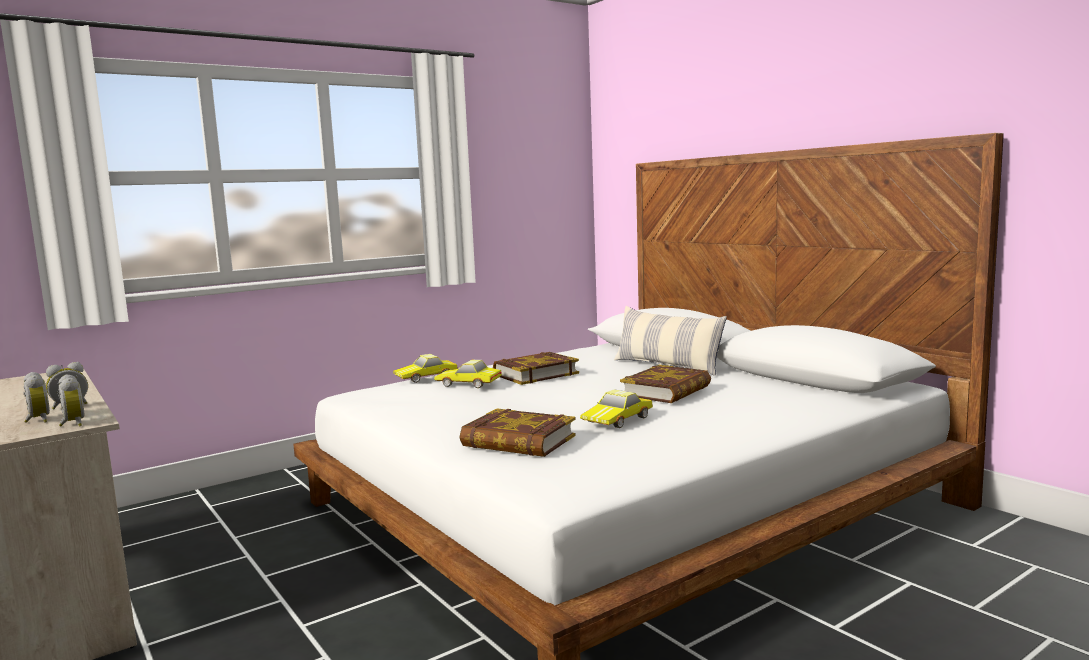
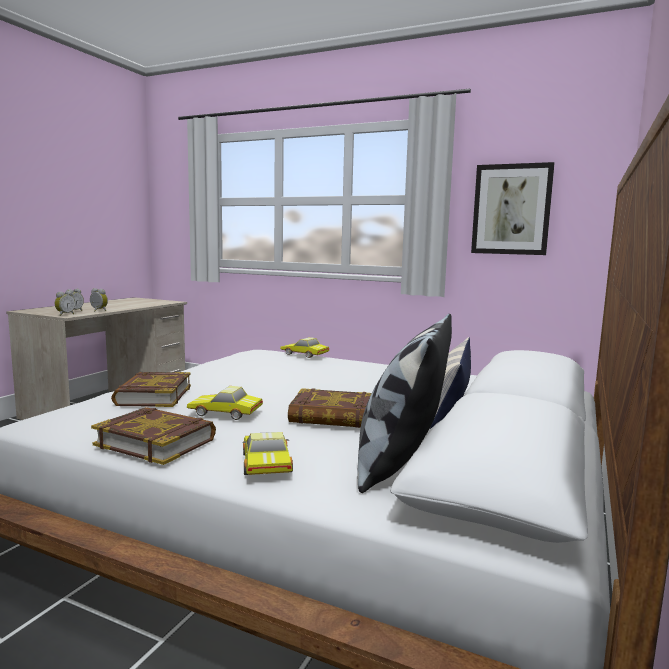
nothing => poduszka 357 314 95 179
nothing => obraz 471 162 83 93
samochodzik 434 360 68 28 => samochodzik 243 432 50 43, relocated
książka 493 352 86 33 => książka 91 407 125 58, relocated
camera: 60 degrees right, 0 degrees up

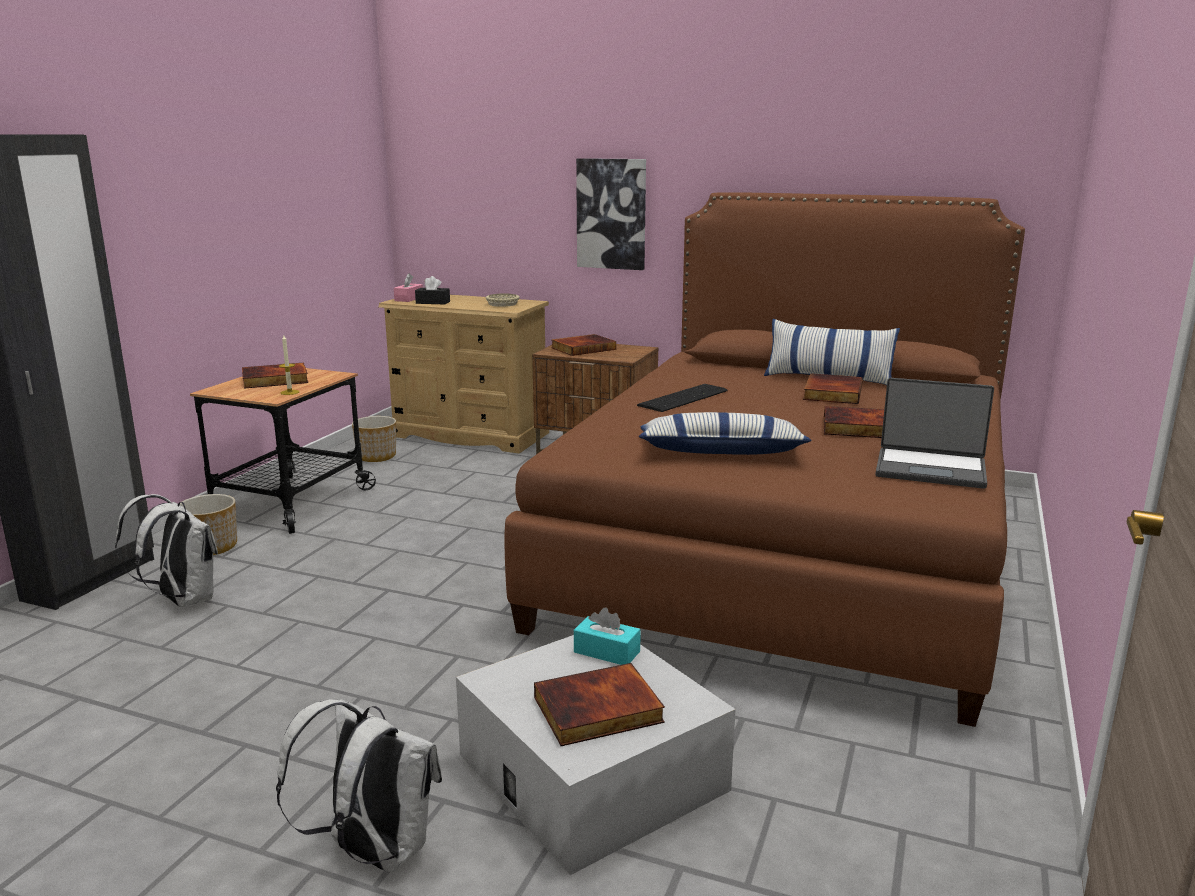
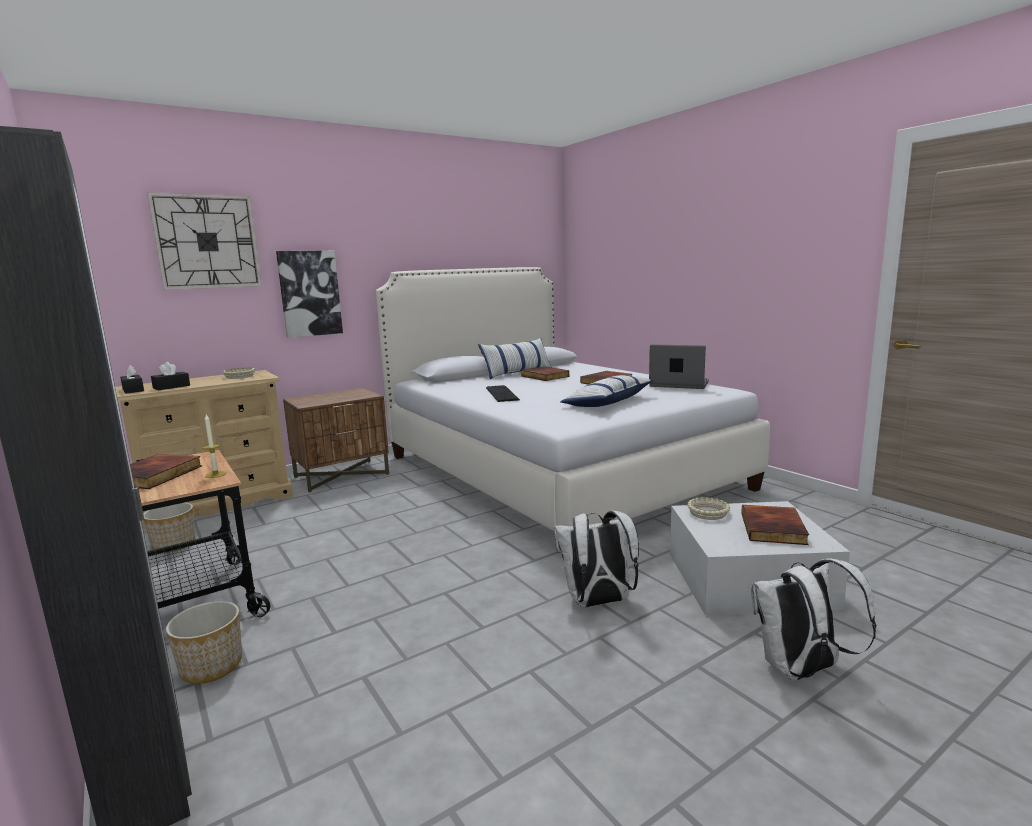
książka 551 334 65 22 => nothing
nothing => zegar ścienny 147 192 115 98
plecak [biały] 115 494 103 113 => plecak [biały] 553 510 86 97, relocated
pudełko chusteczek [turkusowy] 574 608 67 57 => miska [beżowy] 687 497 43 23
pudełko chusteczek [różowy] 394 273 29 29 => pudełko chusteczek [czarny] 120 365 24 29
łóżko [brązowy] 505 192 520 535 => łóżko [biały] 375 267 395 290
laptop 875 378 119 111 => laptop 649 344 60 45, 120 degrees counterclockwise
camera: 55 degrees left, 5 degrees down

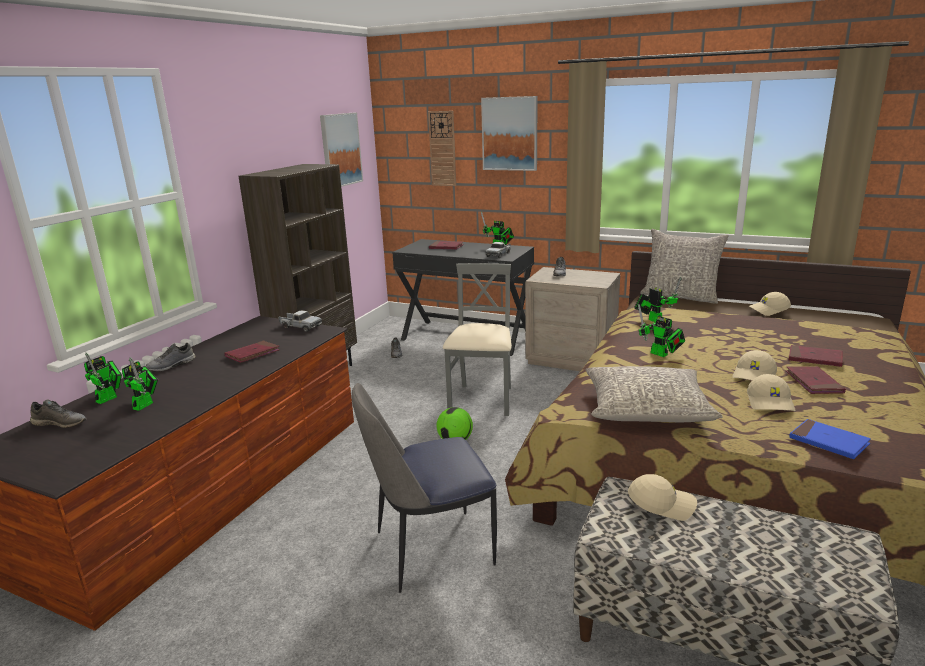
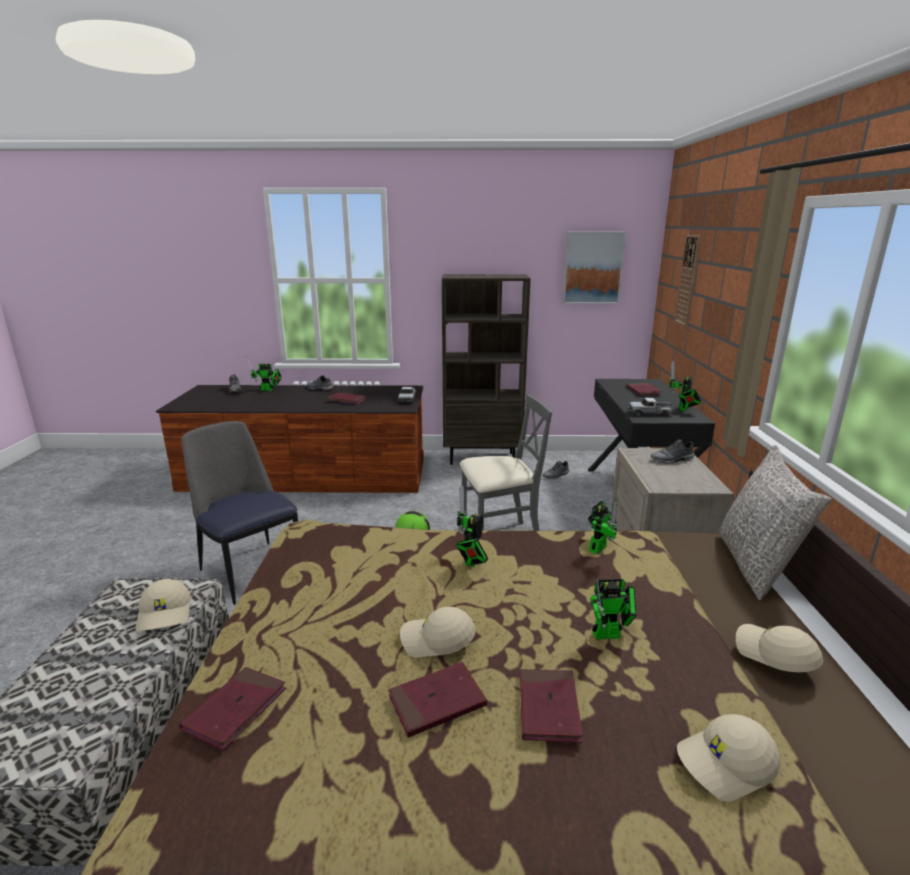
obraz 481 96 57 75 => nothing
poduszka [szary] 585 366 138 56 => nothing
robot zabawkowy 122 358 36 53 => robot zabawkowy 590 579 47 60, relocated
czapka z daszkiem [beżowy] 747 374 49 37 => czapka z daszkiem [beżowy] 677 714 104 88, relocated
książka [niebieski] 789 419 82 40 => książka [czerwony] 179 667 107 83
camera: 65 degrees right, 0 degrees up

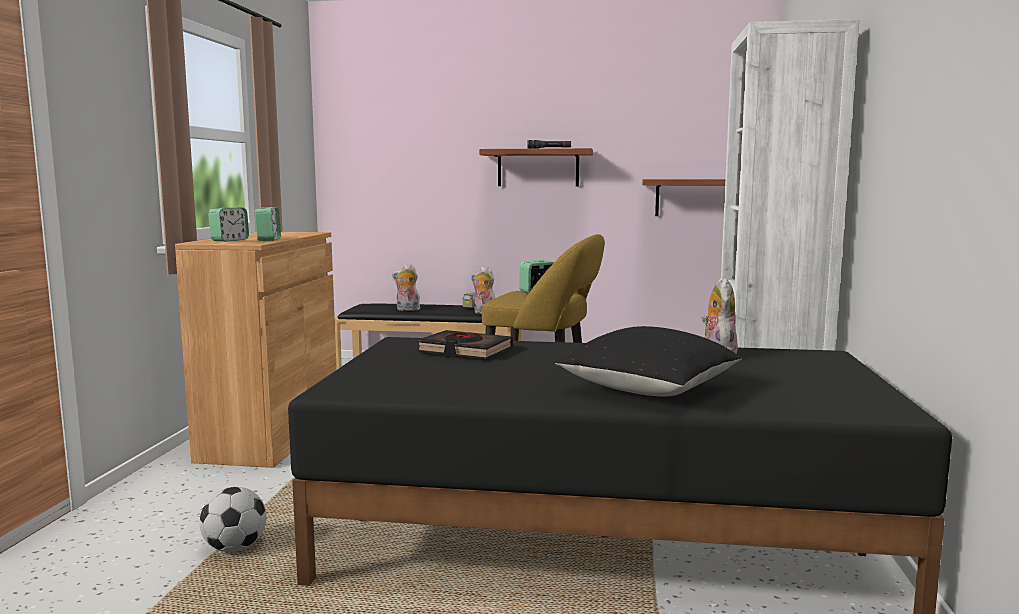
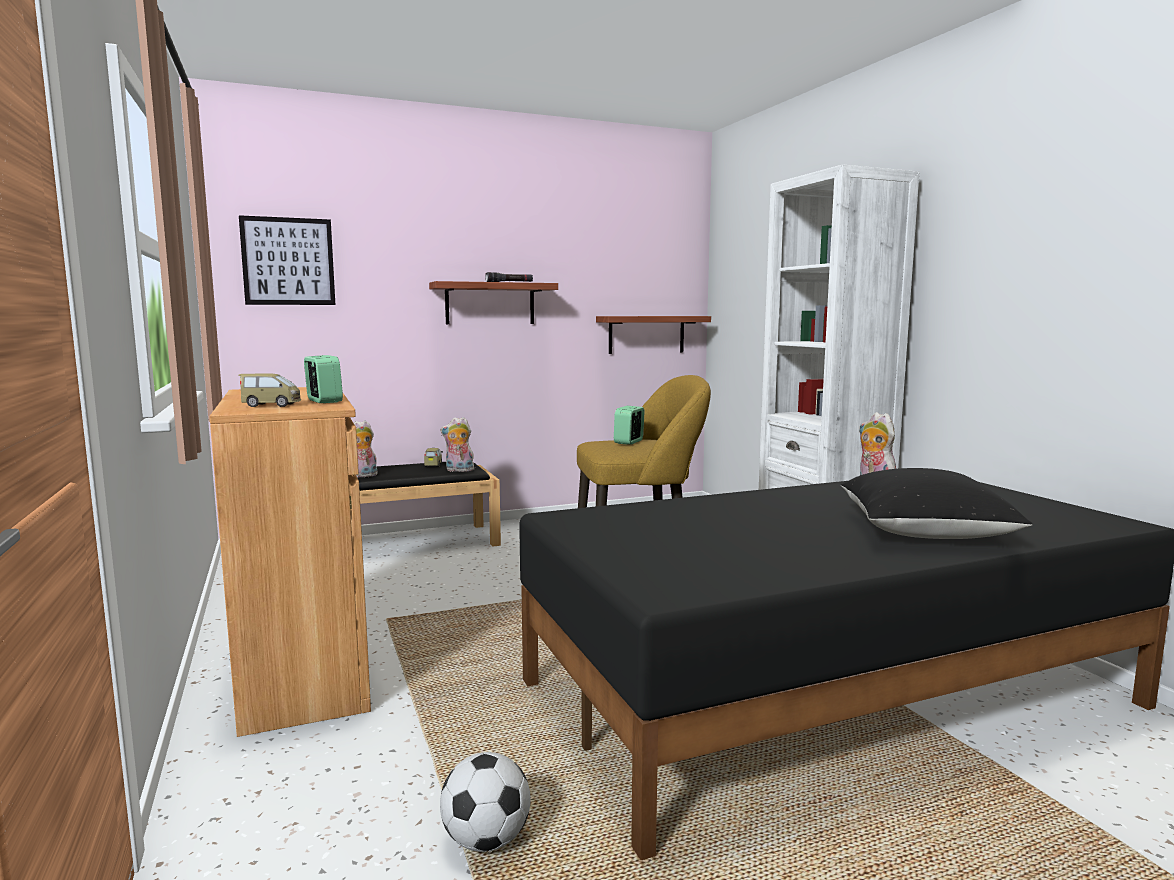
książka [czarny] 417 330 96 29 => nothing
nothing => obraz 239 215 96 90
budzik 208 207 41 35 => samochodzik 238 374 63 33
camera: 30 degrees left, 0 degrees up

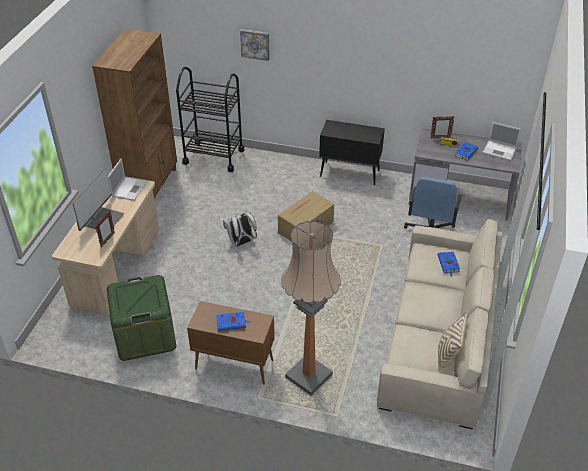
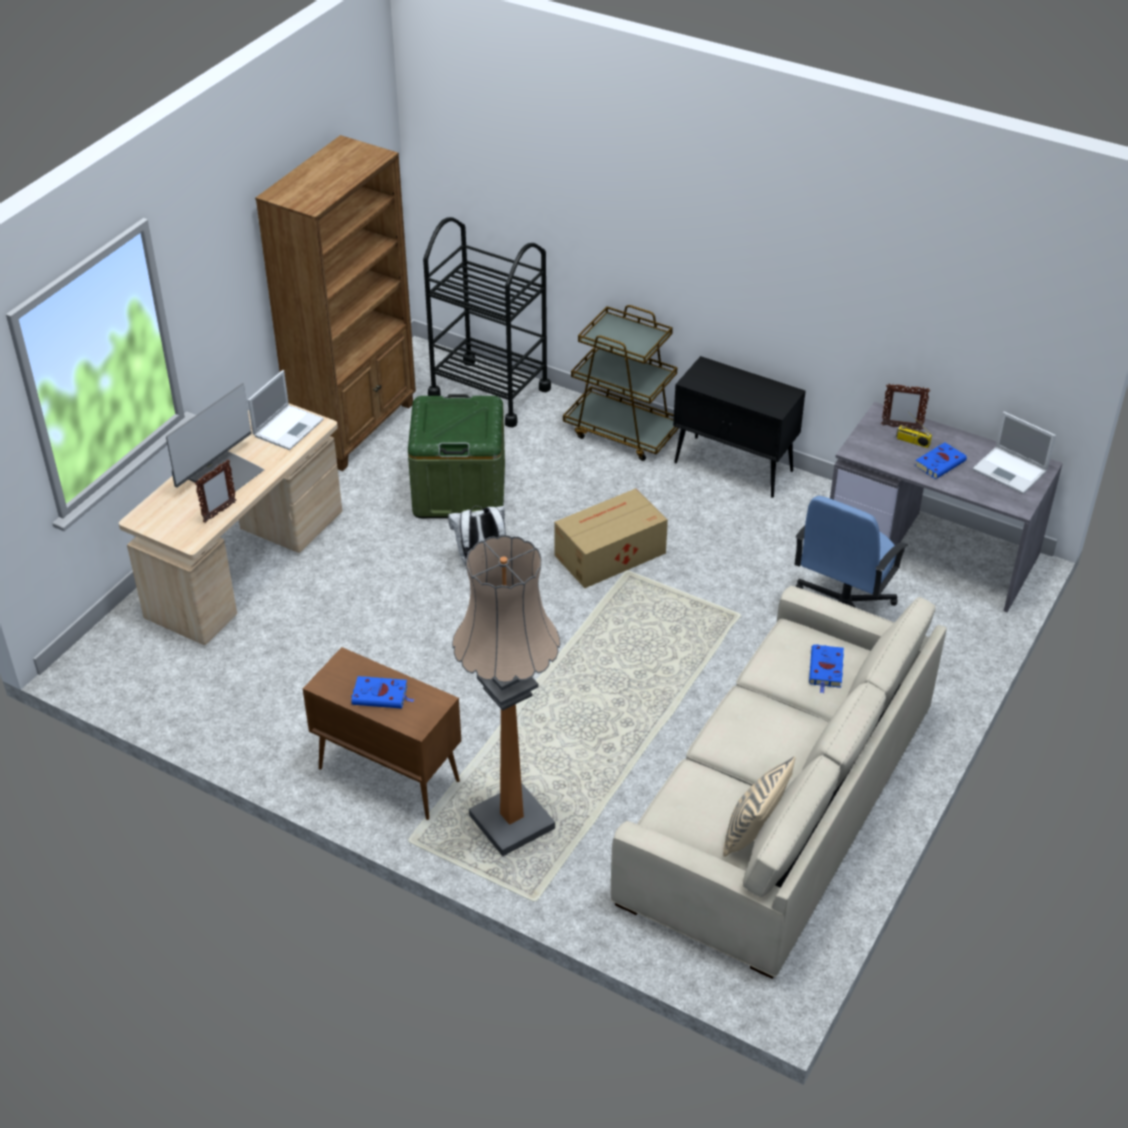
obraz 240 29 30 32 => nothing
nothing => wózek [brązowy] 563 305 116 156
pojemnik do przechowywania [zielony] 107 275 69 86 => pojemnik do przechowywania [zielony] 408 394 97 124, relocated
camera: 15 degrees right, 0 degrees up

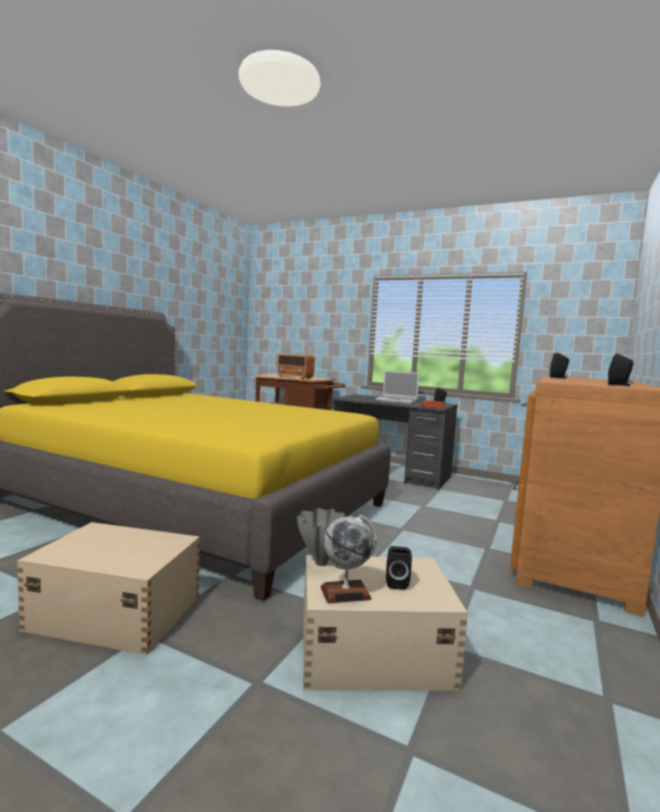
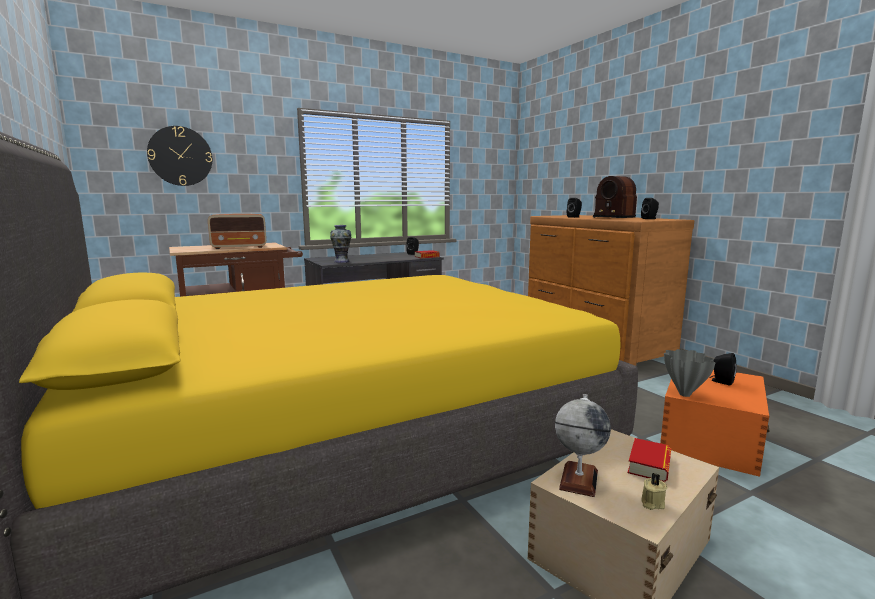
laptop 376 371 43 33 => nothing
nothing => zegar ścienny 147 126 65 60
nothing => wazon 330 225 22 38
nothing => radio 593 176 44 42
nothing => książka 628 438 43 44
nothing => świeca [beżowy] 641 473 26 37
globus 321 515 56 89 => globus 555 394 56 103, relocated
pojemnik do przechowywania [beżowy] 303 555 165 136 => pojemnik do przechowywania [pomarańczowy] 660 369 110 108
camera: 55 degrees left, 5 degrees up

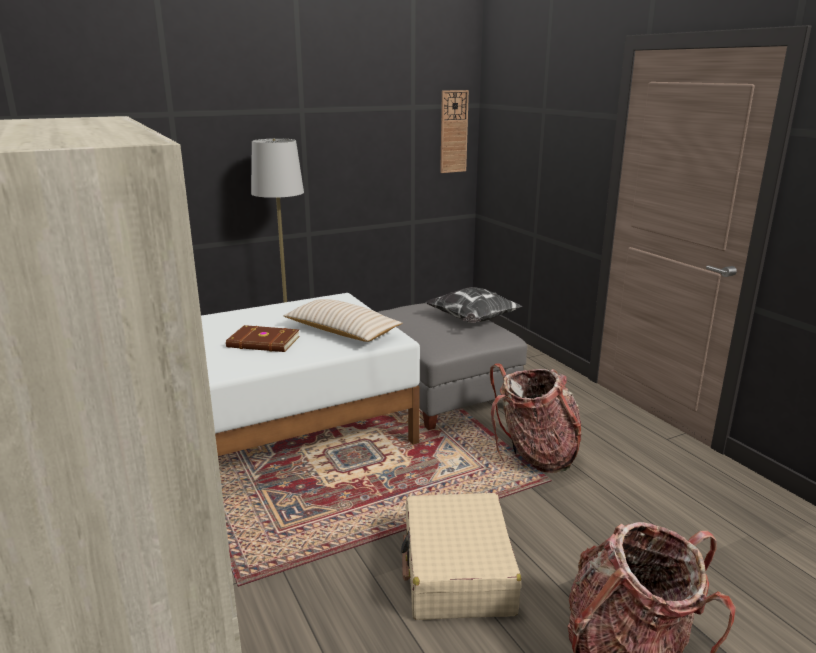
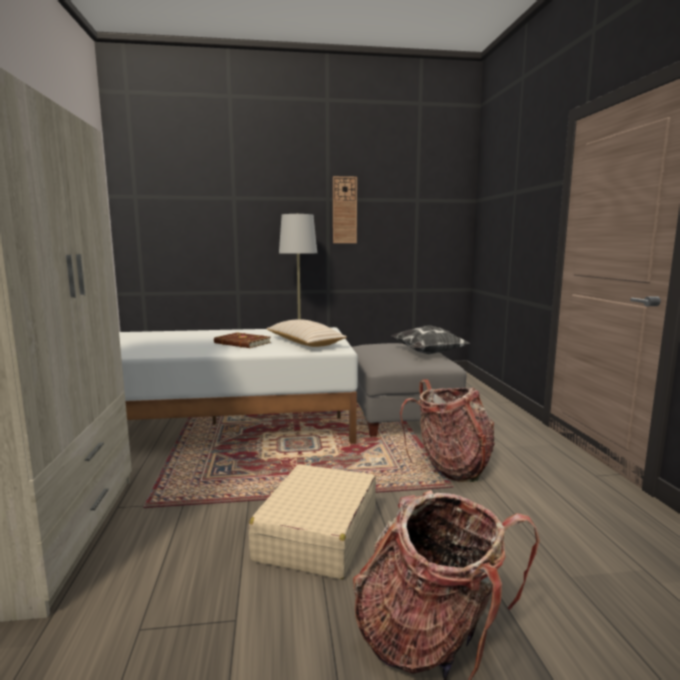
zegar ścienny 440 90 29 83 => zegar ścienny 333 176 24 67, relocated
camera: 20 degrees right, 10 degrees down

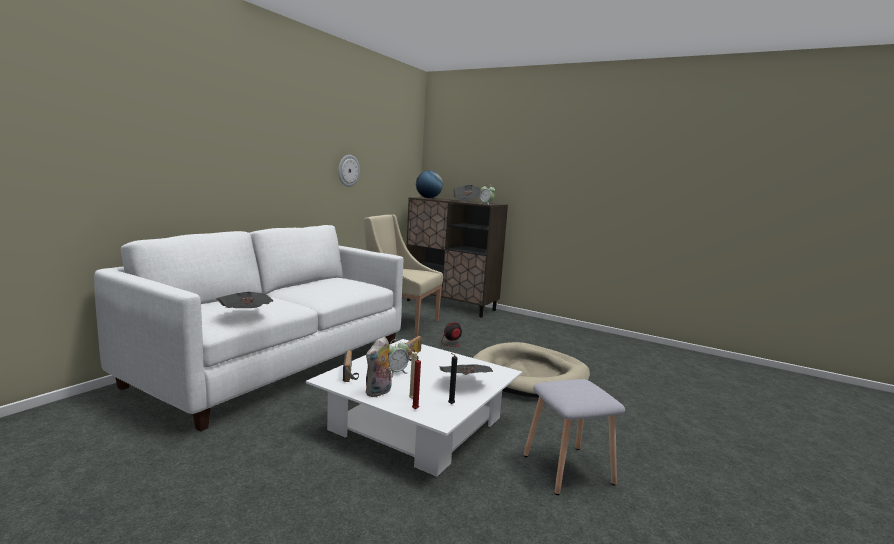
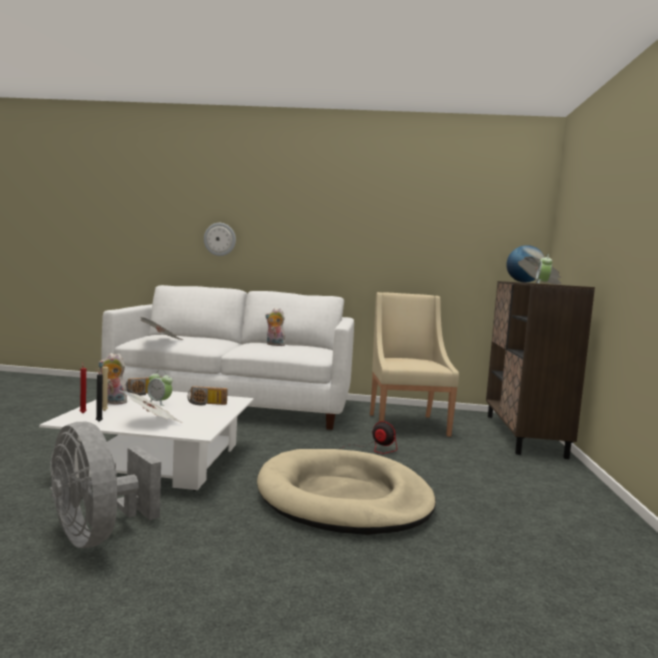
nothing => pluszak 265 308 20 38
zegar ścienny 338 155 22 32 => zegar ścienny 204 223 32 33, relocated
stołek [szary] 524 379 101 116 => wentylator [szary] 50 422 111 126
camera: 65 degrees right, 5 degrees down

